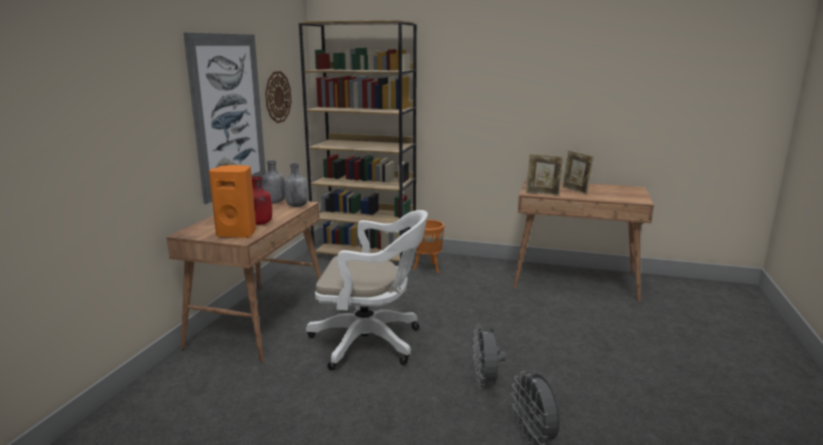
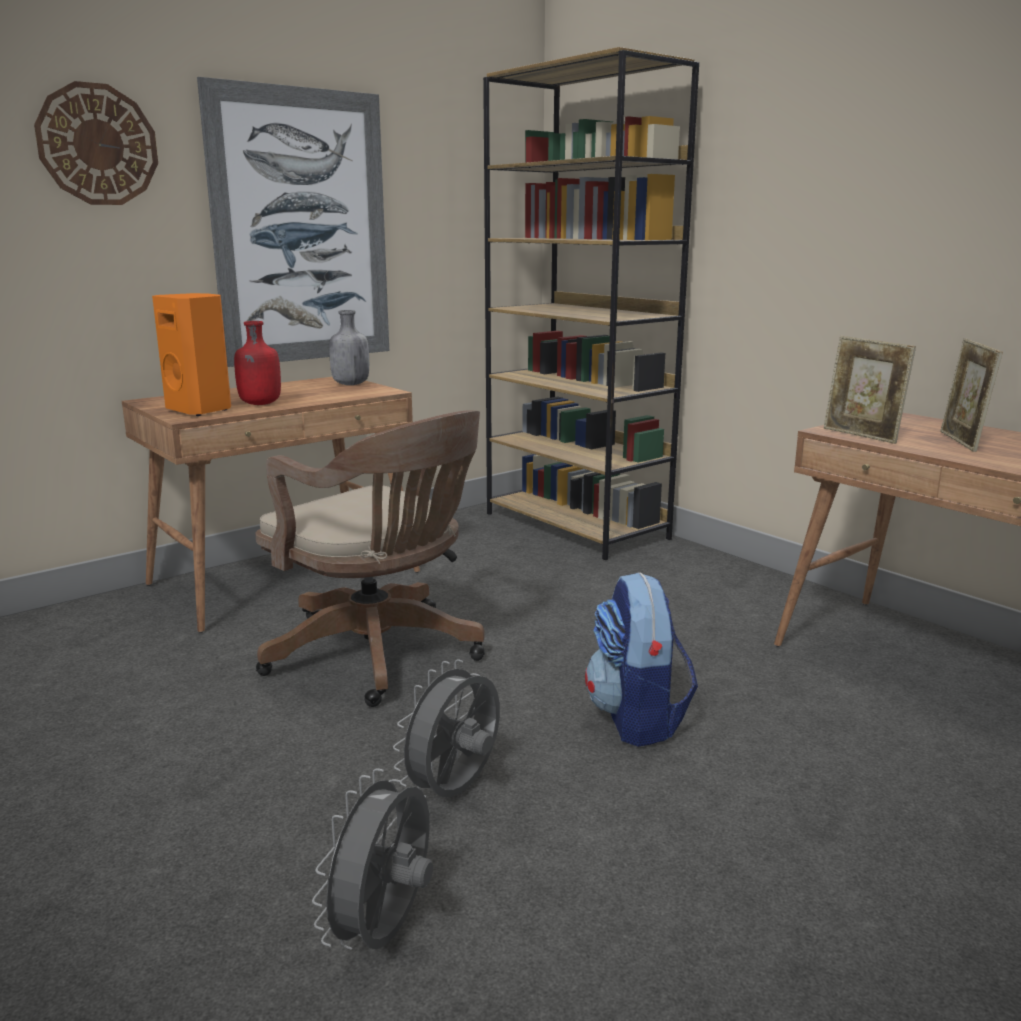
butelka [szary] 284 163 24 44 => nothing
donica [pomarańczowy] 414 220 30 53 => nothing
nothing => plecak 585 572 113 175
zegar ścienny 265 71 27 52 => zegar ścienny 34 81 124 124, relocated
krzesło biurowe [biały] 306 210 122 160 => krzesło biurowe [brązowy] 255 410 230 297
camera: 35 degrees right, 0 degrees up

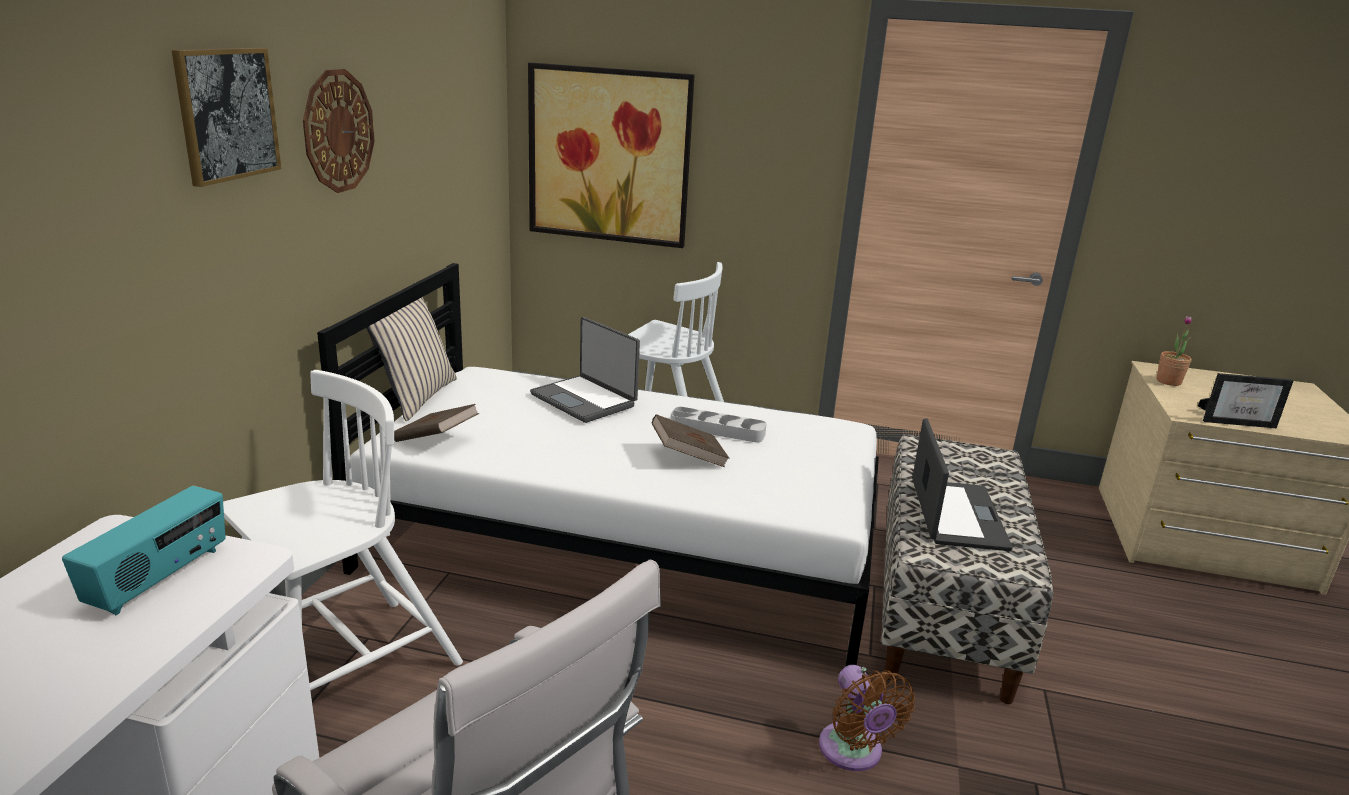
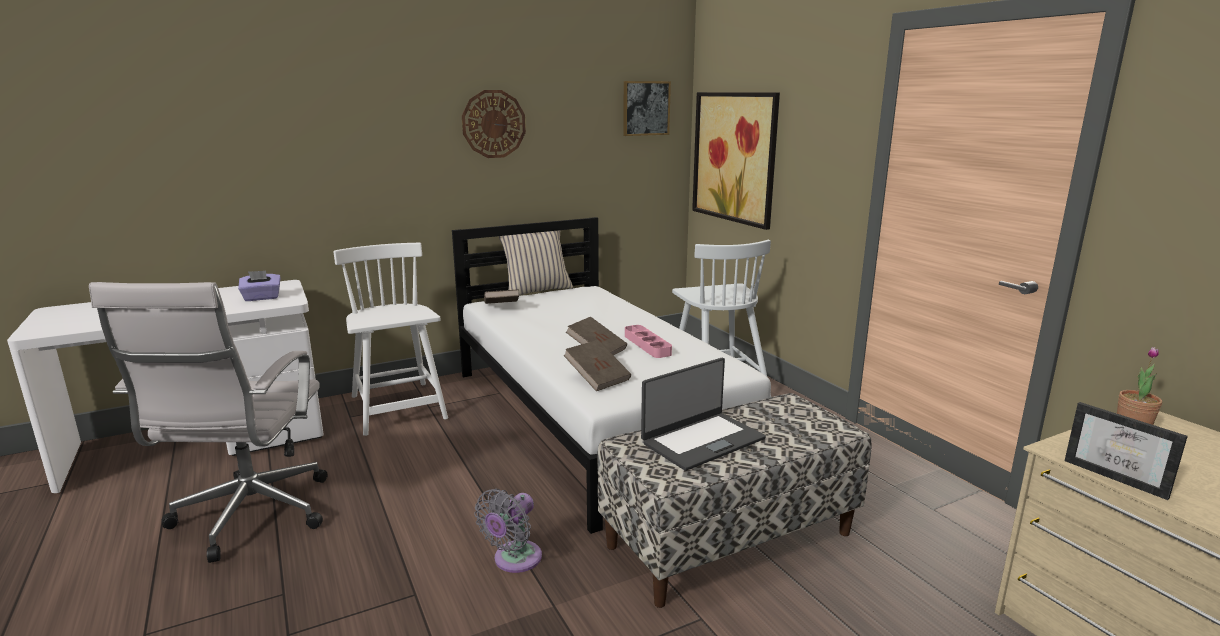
laptop 530 317 110 106 => nothing
nothing => książka [brązowy] 563 340 68 51
obraz 171 48 110 139 => obraz 623 81 48 55, relocated
radio 62 486 163 129 => pudełko chusteczek [fioletowy] 238 270 43 31
taca [szary] 670 407 97 36 => taca [różowy] 625 325 47 33
wentylator [brązowy] 819 665 96 106 => wentylator [szary] 474 489 68 84
krzesło [biały] 223 370 240 321 => krzesło [biały] 333 243 115 193, 120 degrees counterclockwise
camera: 50 degrees right, 5 degrees down

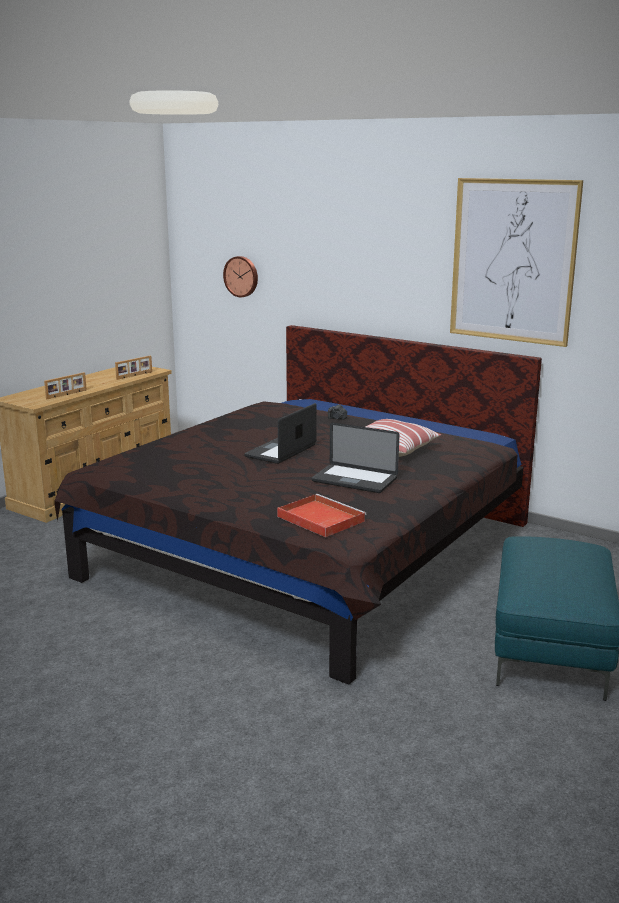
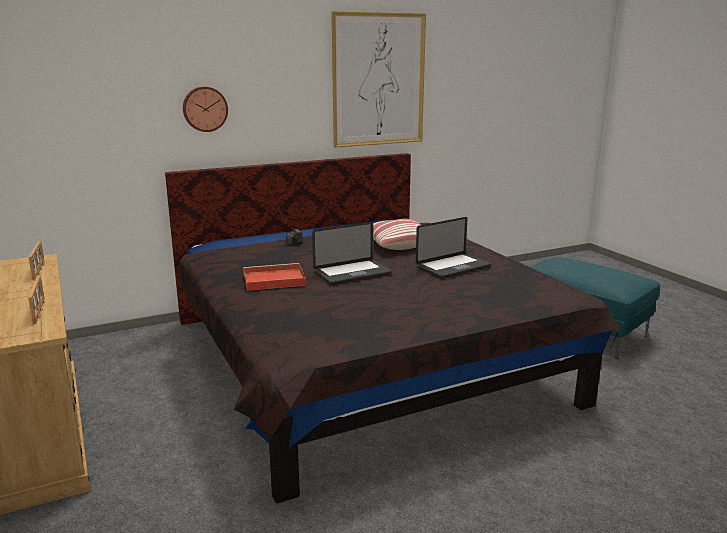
zegar ścienny 223 256 35 41 => zegar ścienny 183 86 45 46, relocated
taca [czerwony] 277 494 90 43 => taca [czerwony] 243 263 63 28, relocated
laptop 244 403 73 61 => laptop 312 222 80 63, 90 degrees counterclockwise
camera: 60 degrees left, 0 degrees up

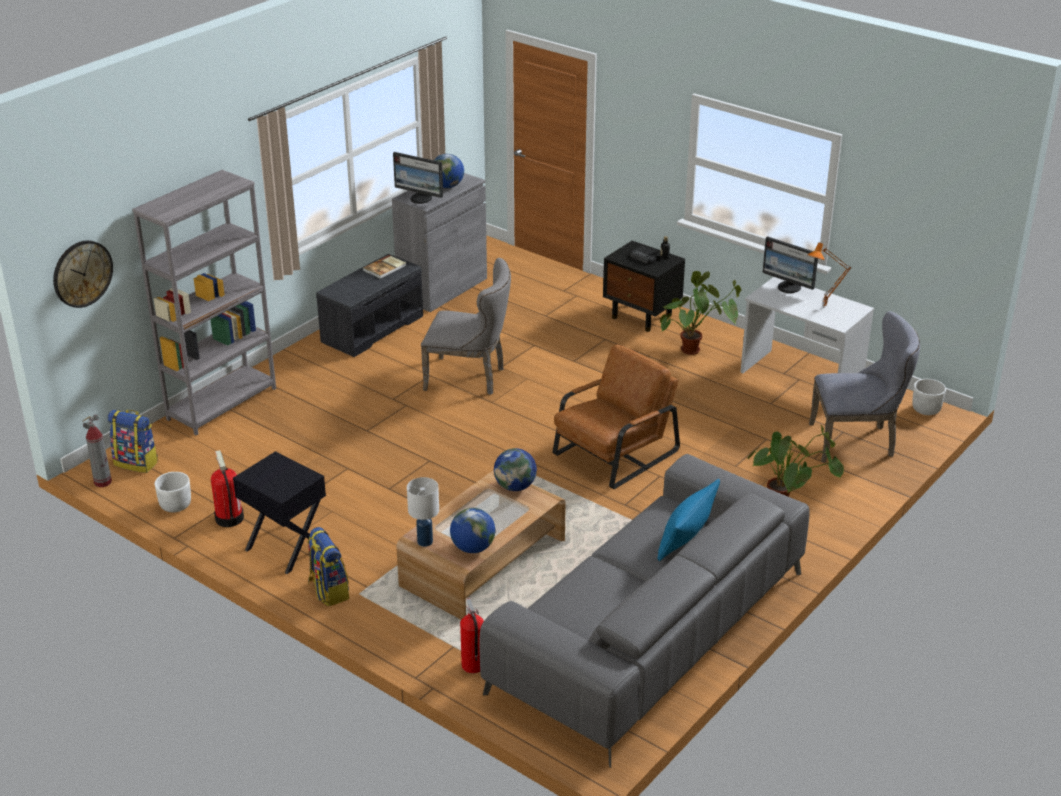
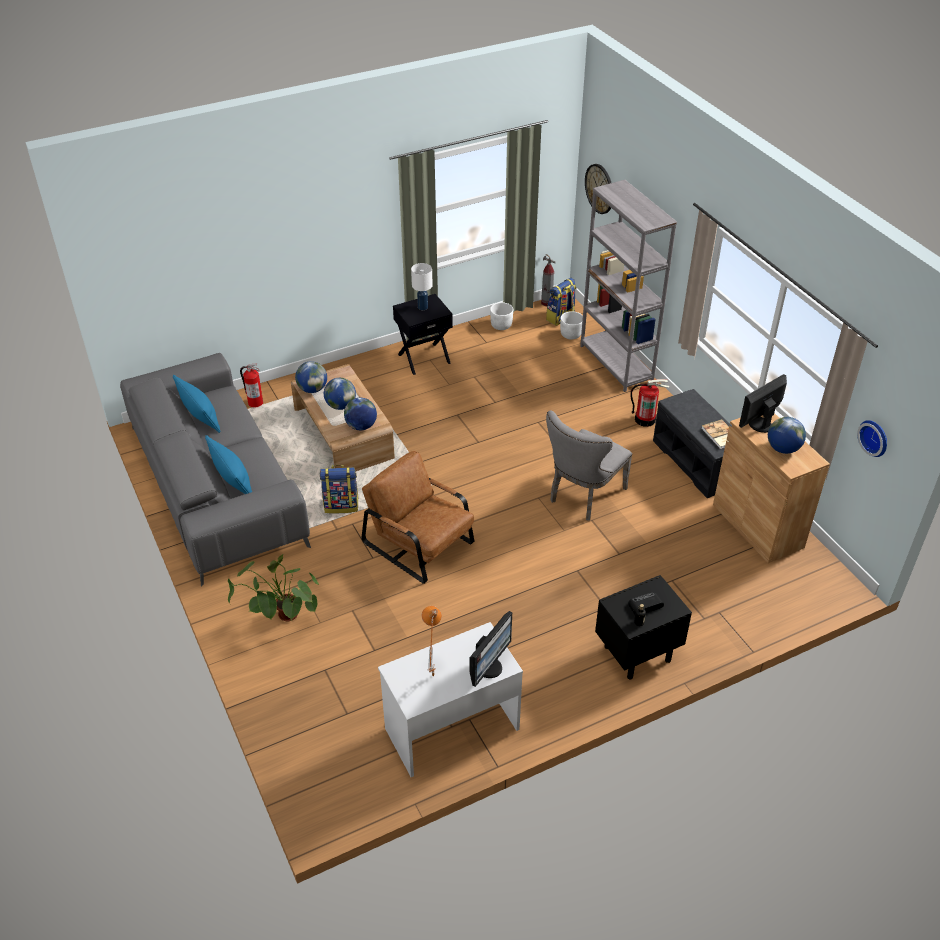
roślina doniczkowa 660 271 81 84 => nothing
krzesło [szary] 809 311 111 151 => nothing
nothing => poduszka [niebieski] 173 375 48 58
nothing => globus 324 378 32 32
nothing => zegar ścienny 857 420 30 37
gaśnica 211 450 33 77 => gaśnica 630 379 39 48, relocated
plecak 307 527 42 79 => plecak 320 465 39 49, relocated
lampa stołowa [biały] 407 477 32 70 => lampa stołowa [biały] 411 263 22 47, relocated
donica [biały] 912 379 34 36 => donica [biały] 560 311 23 29, relocated
szafka [szary] 392 173 95 139 => szafka [brązowy] 713 413 117 150
fotel [brązowy] 553 344 127 145 => fotel [brązowy] 361 451 113 133, 150 degrees clockwise
monitor 762 236 56 57 => monitor 470 611 42 76, 150 degrees clockwise
camera: 115 degrees right, 10 degrees up

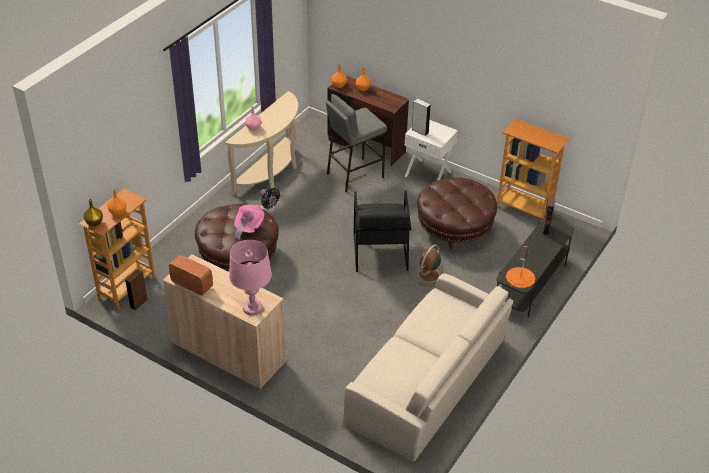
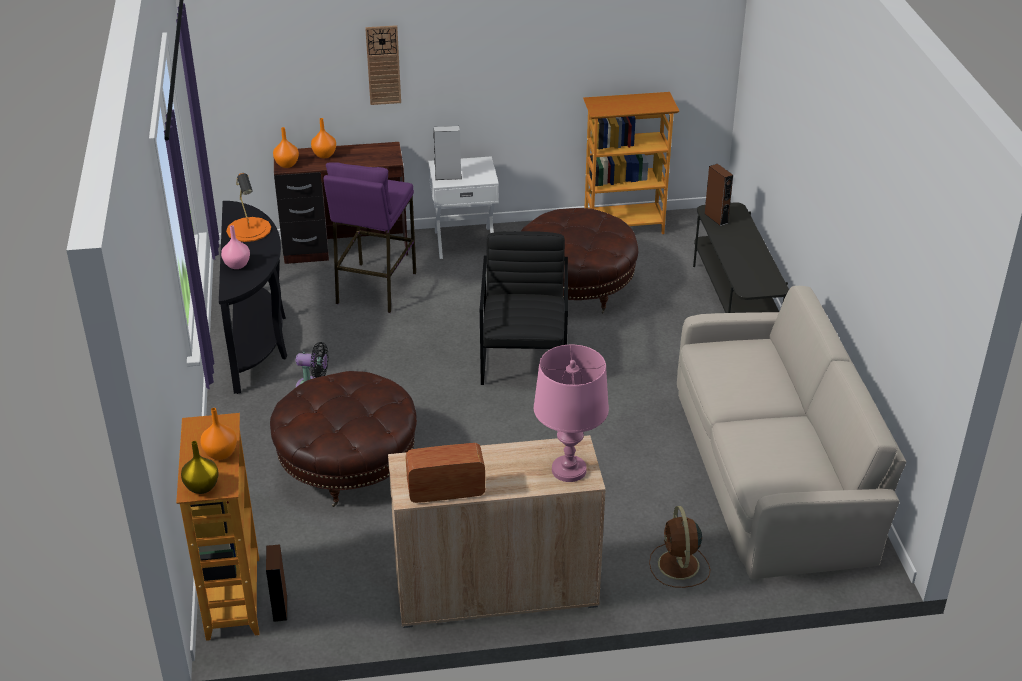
kapelusz [różowy] 234 205 30 35 => nothing
nothing => zegar ścienny 365 25 36 80
wentylator [brązowy] 412 244 31 43 => wentylator [brązowy] 649 506 62 82, relocated
lampa stołowa [pomarańczowy] 506 246 29 42 => lampa stołowa [pomarańczowy] 226 173 45 69, relocated
stolik konsolowy [beżowy] 225 91 73 105 => stolik konsolowy [czarny] 219 201 68 193
stołek [szary] 326 94 61 98 => stołek [fioletowy] 323 162 93 151
fotel [czarny] 354 191 57 81 => fotel [czarny] 480 231 88 154, 135 degrees counterclockwise
camera: 40 degrees left, 5 degrees down

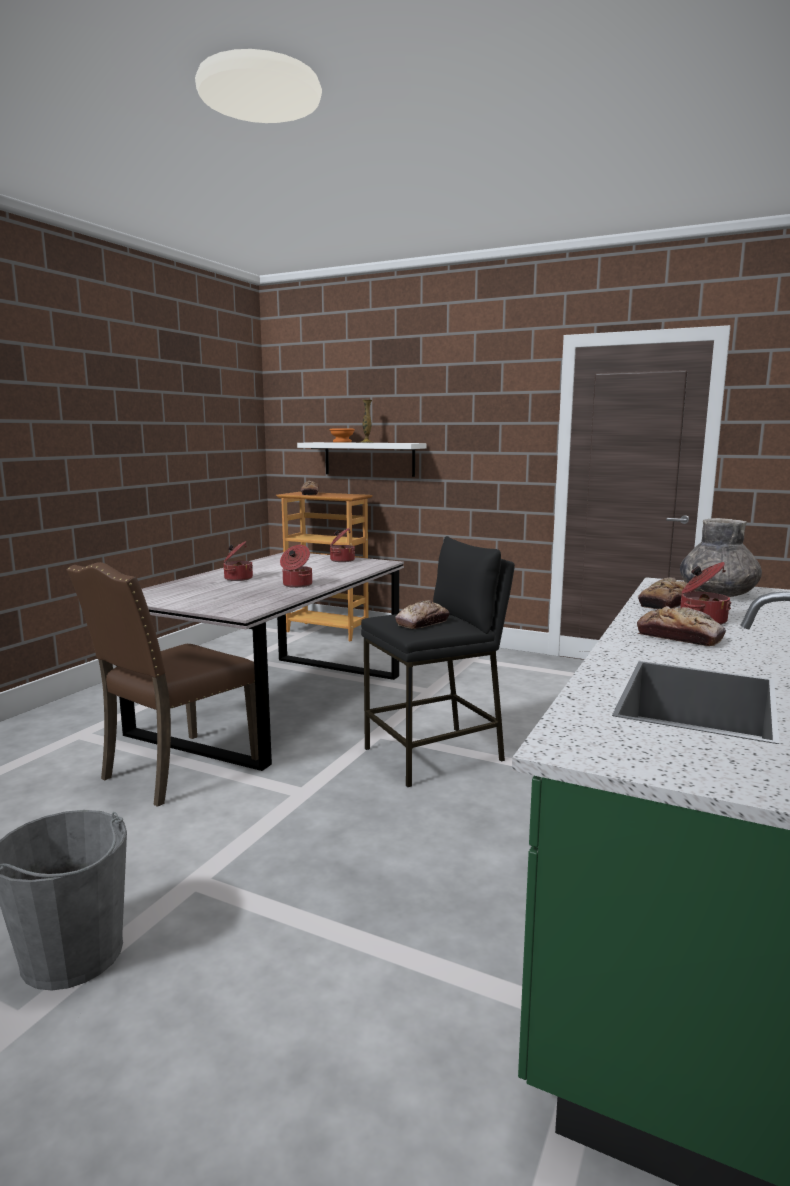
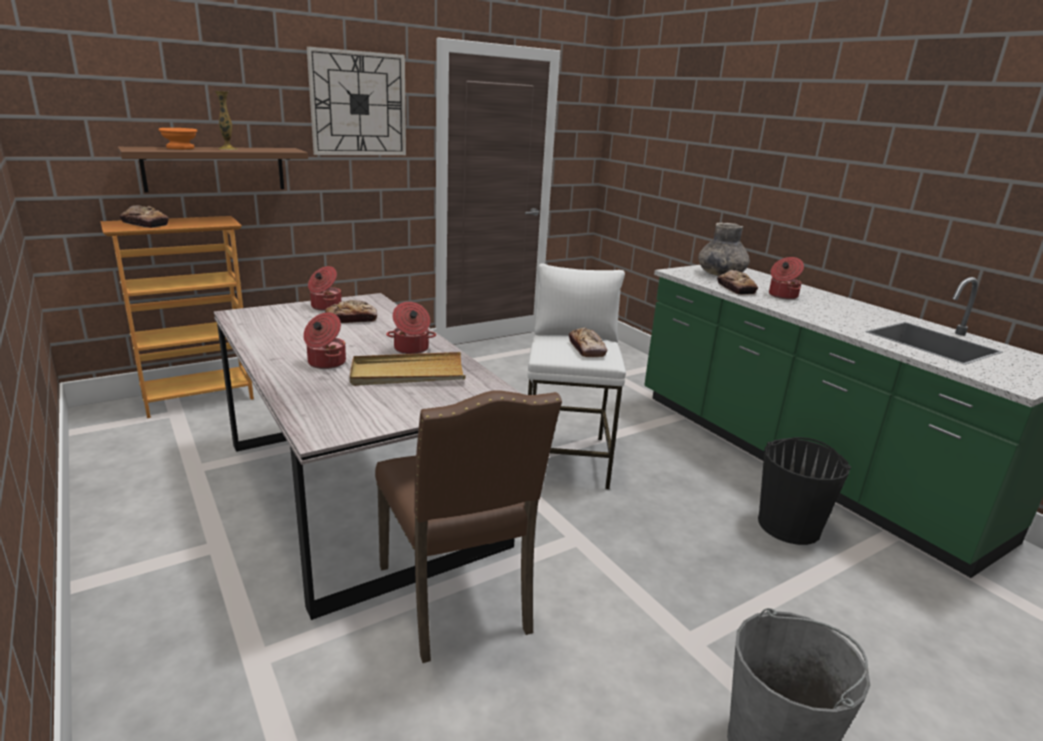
nothing => zegar ścienny 307 46 99 109
nothing => taca [beżowy] 350 352 116 34
nothing => wiadro [czarny] 758 437 93 108
chleb 637 606 89 40 => chleb 325 300 52 23, relocated
półka [biały] 297 442 130 35 => półka [brązowy] 118 147 190 45
stołek [czarny] 361 536 154 251 => stołek [biały] 527 264 99 226
camera: 60 degrees left, 10 degrees up

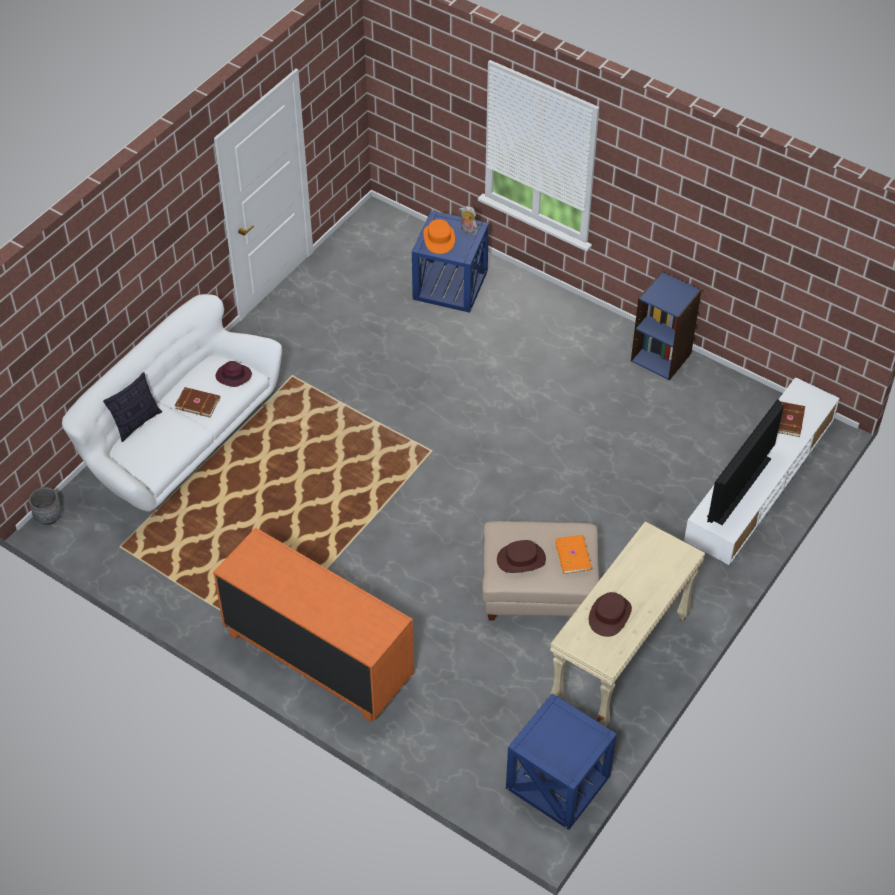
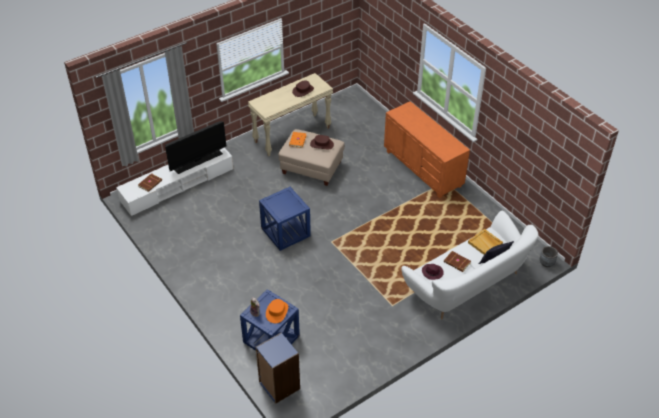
nothing => taca [beżowy] 468 229 35 26
stolik [niebieski] 506 694 111 136 => stolik [niebieski] 259 187 52 64, relocated
regał [niebieski] 631 271 71 109 => regał [niebieski] 256 332 44 72, relocated
camera: 160 degrees left, 5 degrees down

